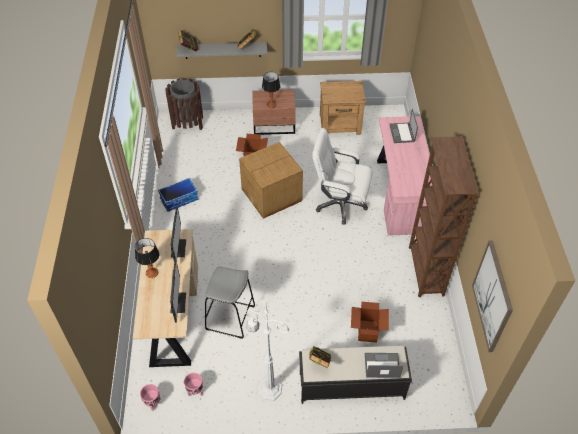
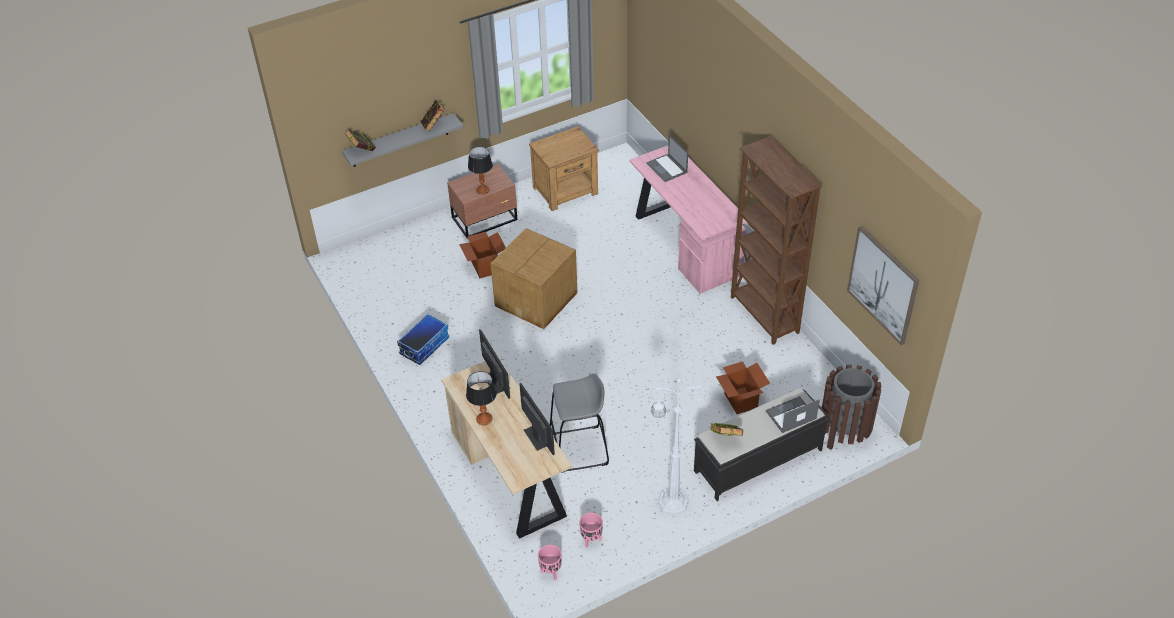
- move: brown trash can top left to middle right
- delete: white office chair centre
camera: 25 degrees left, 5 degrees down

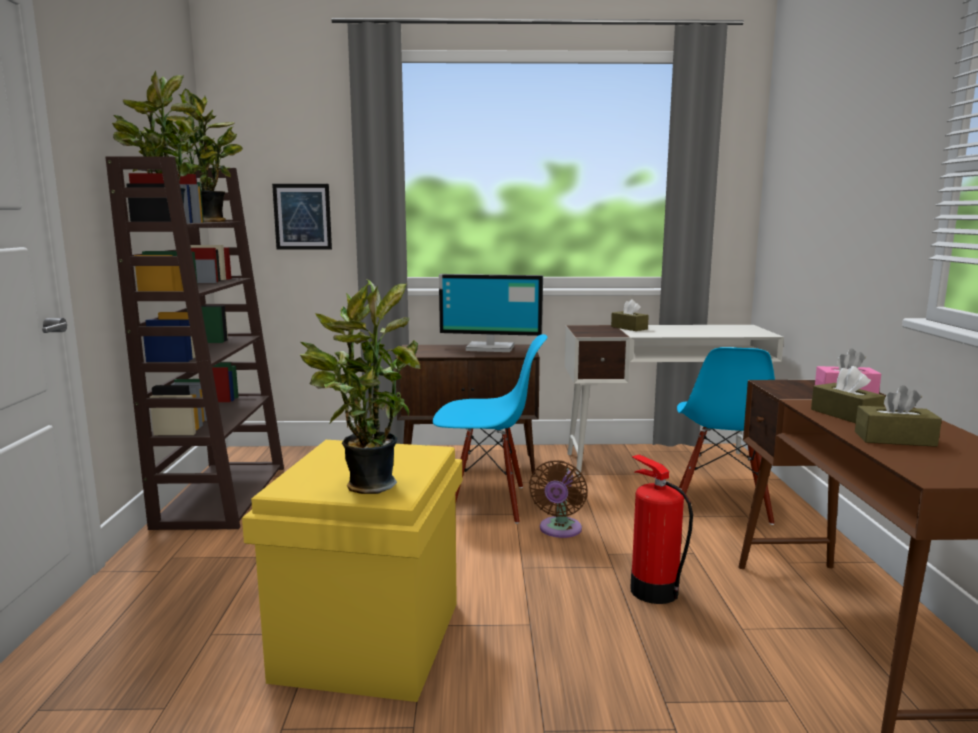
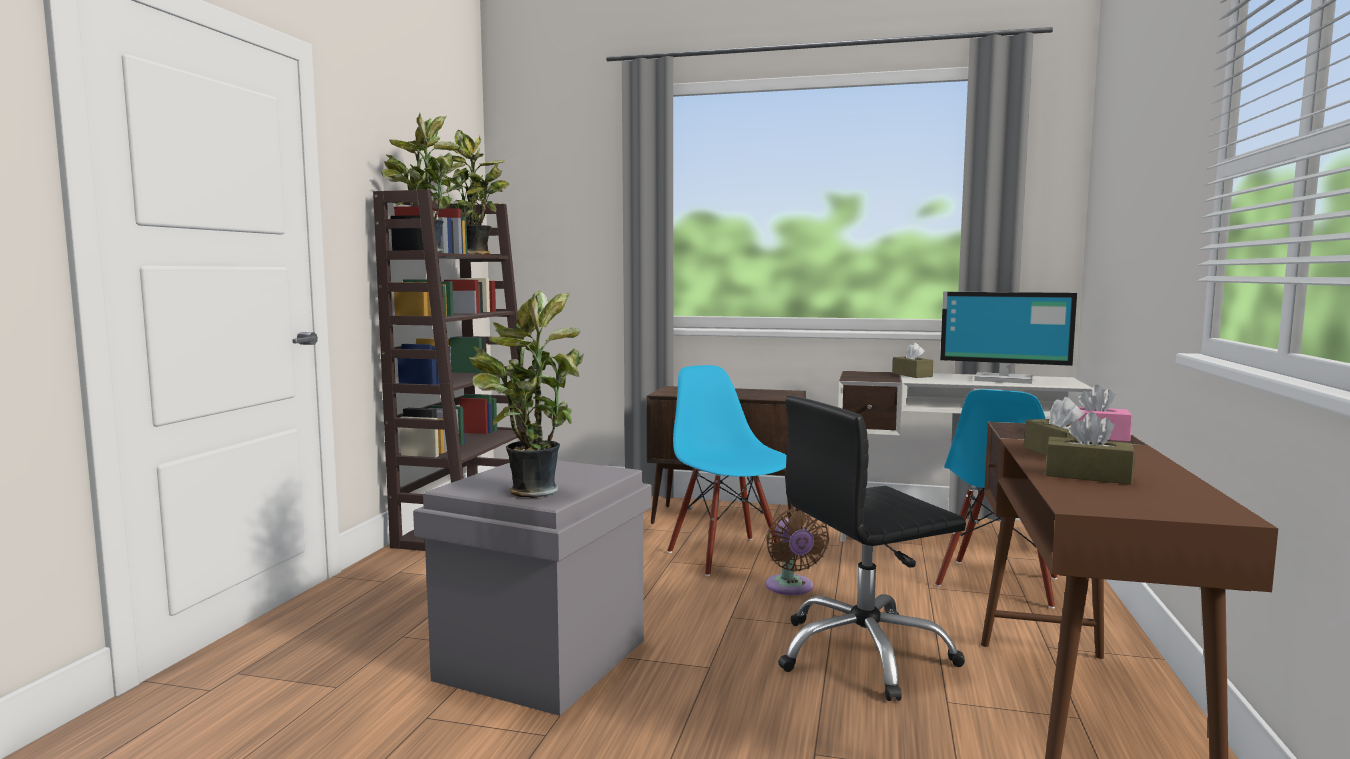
- recolor: yellow storage box bottom centre to grey storage box bottom centre
- delete: picture top left
- rotate: blue chair (1st from left) centre = centre 135 degrees counterclockwise
- move: monitor centre to middle right
- rotate: brown fan bottom centre = bottom centre 45 degrees counterclockwise
- replace: fire extinguisher bottom right to black office chair bottom centre
camera: 15 degrees right, 5 degrees down

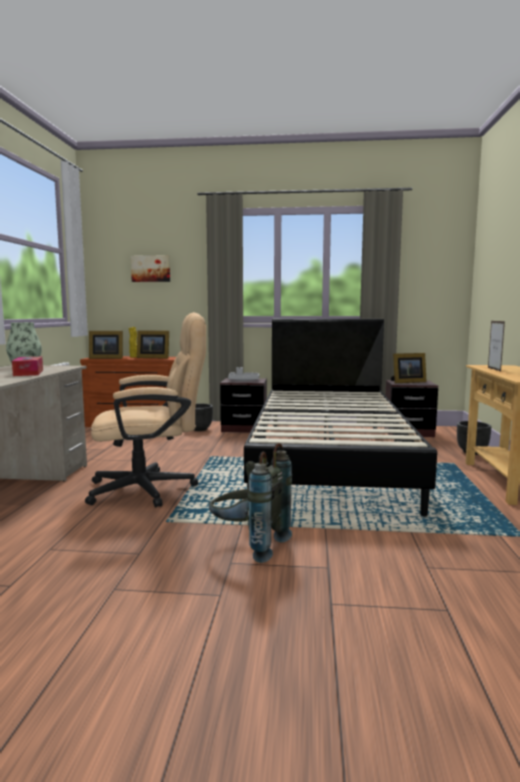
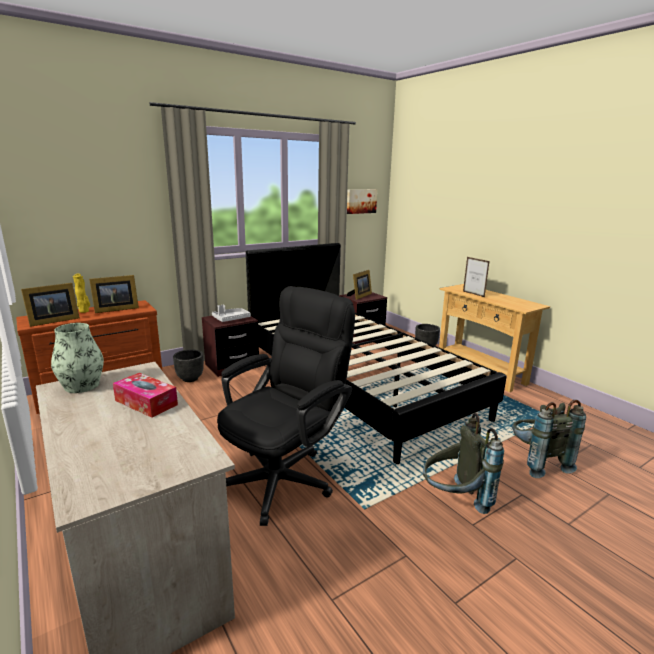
- recolor: beige office chair middle left to black office chair centre
- move: picture middle left to top centre
- insert: grey backpack (2nd from left) bottom right
camera: 40 degrees left, 10 degrees up

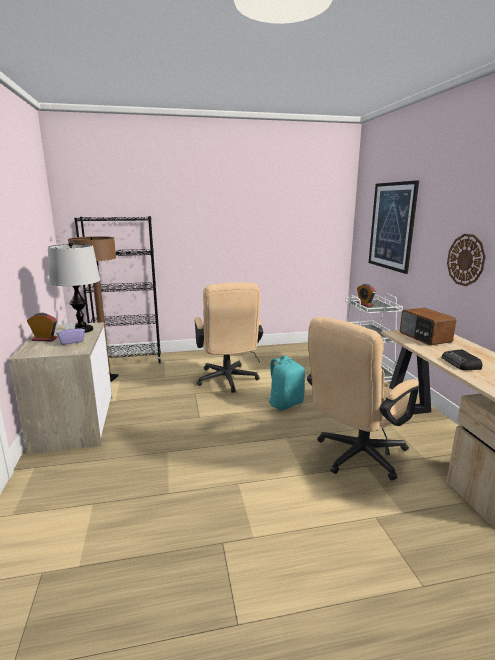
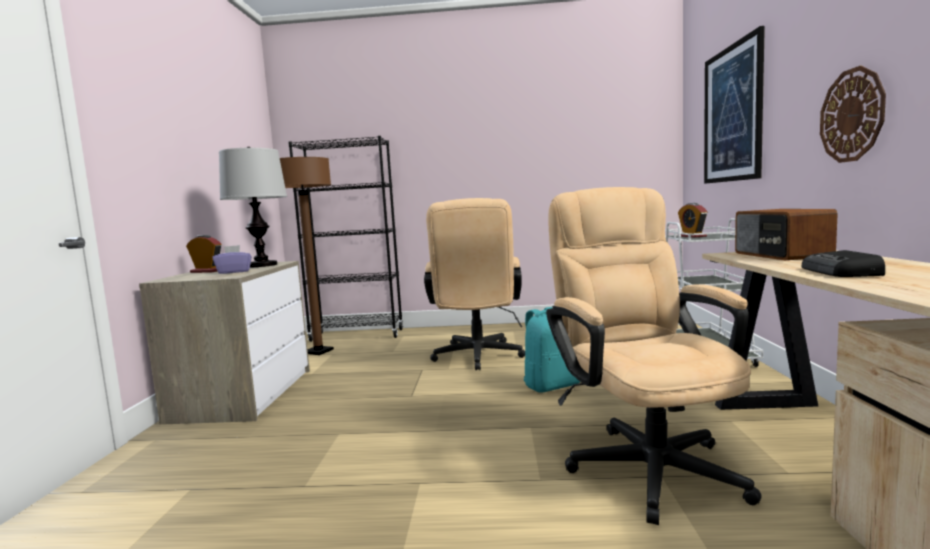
- rotate: beige office chair (2nd from left) middle right = middle right 105 degrees clockwise
camera: 15 degrees right, 10 degrees down

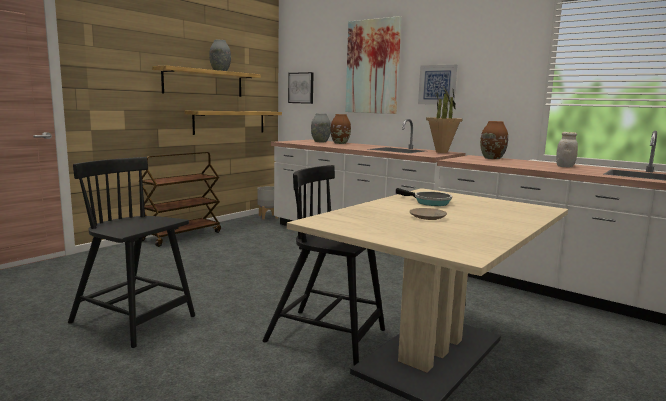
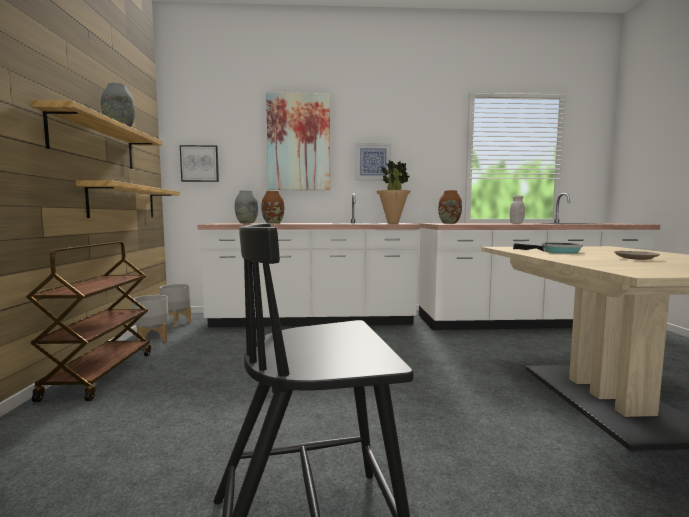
- delete: black chair (2nd from left) centre
- insert: grey planter (1st from left) middle left
camera: 40 degrees left, 5 degrees down

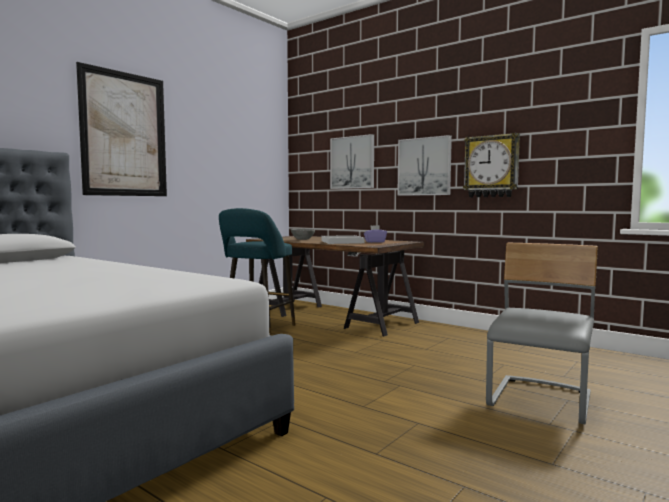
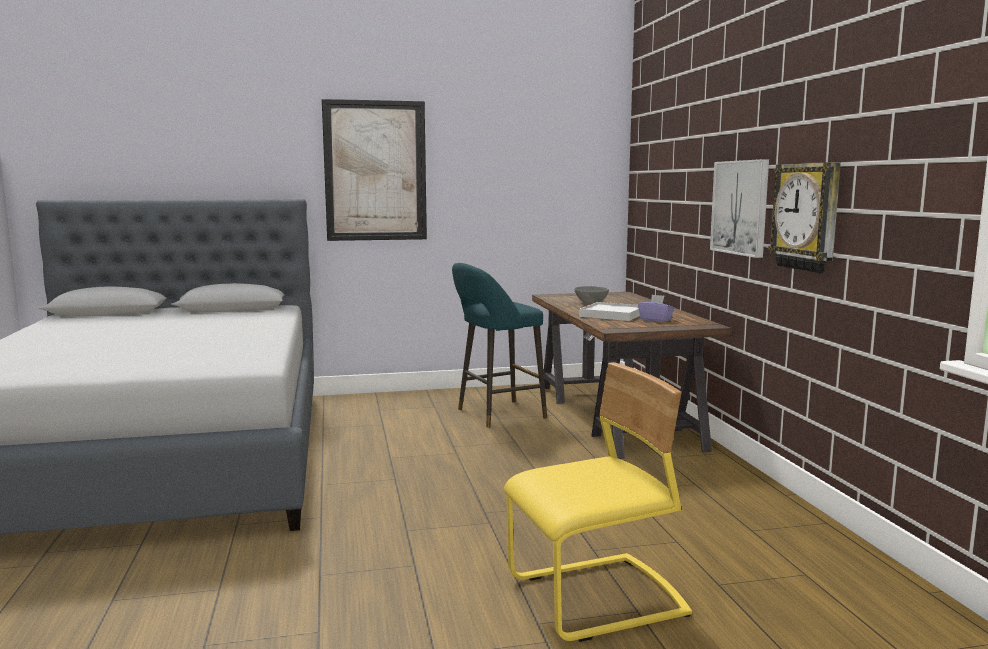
- delete: picture (2nd from left) top centre
- recolor: grey chair middle right to yellow chair bottom centre
camera: 40 degrees right, 5 degrees up

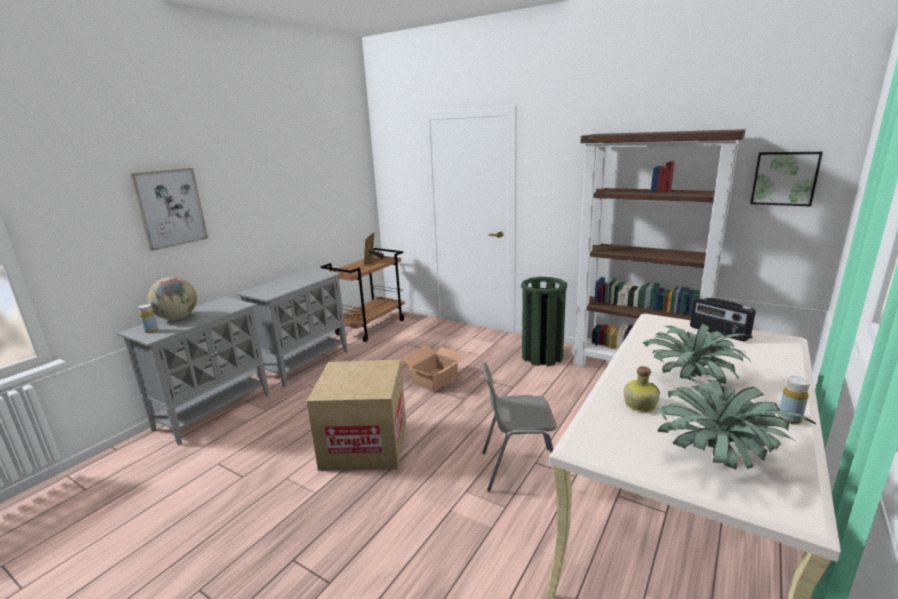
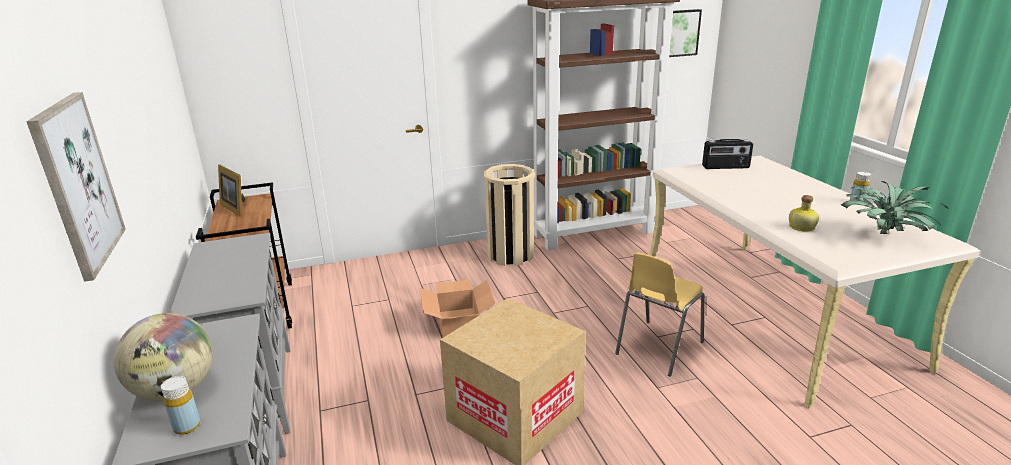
- recolor: grey chair bottom centre to yellow chair bottom centre
- recolor: green trash can centre to beige trash can centre
- delete: potted plant (1st from left) middle right
camera: 50 degrees left, 5 degrees up

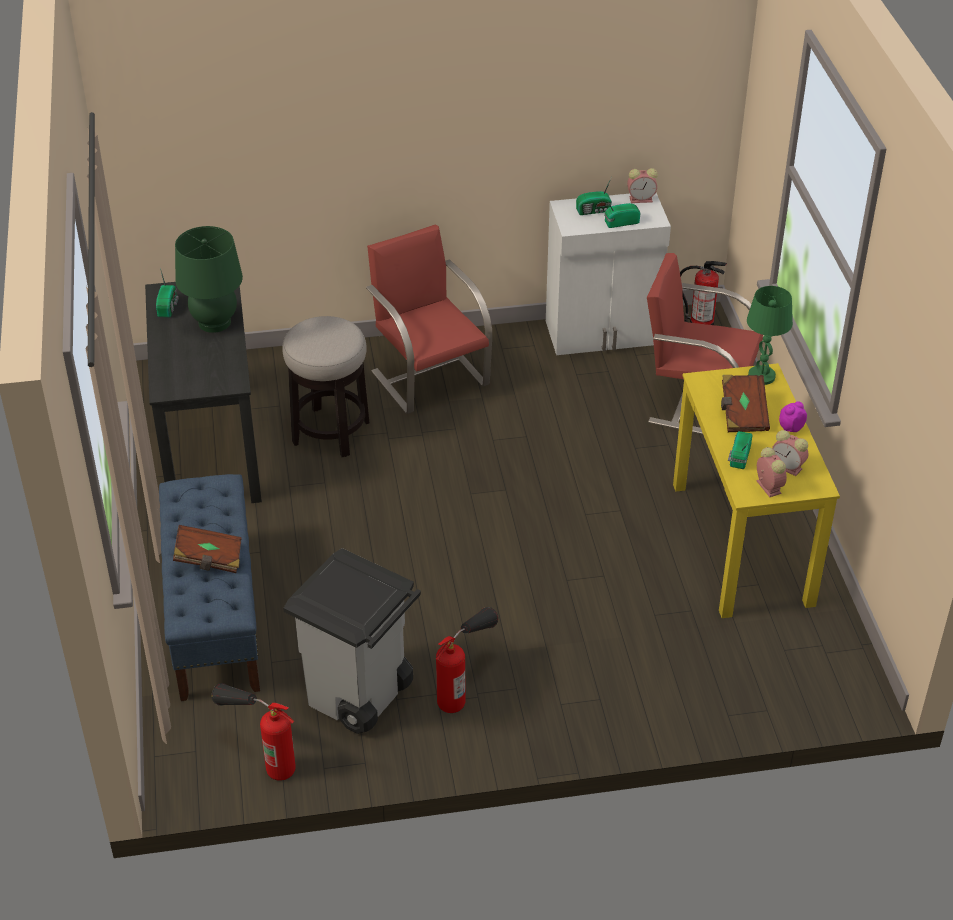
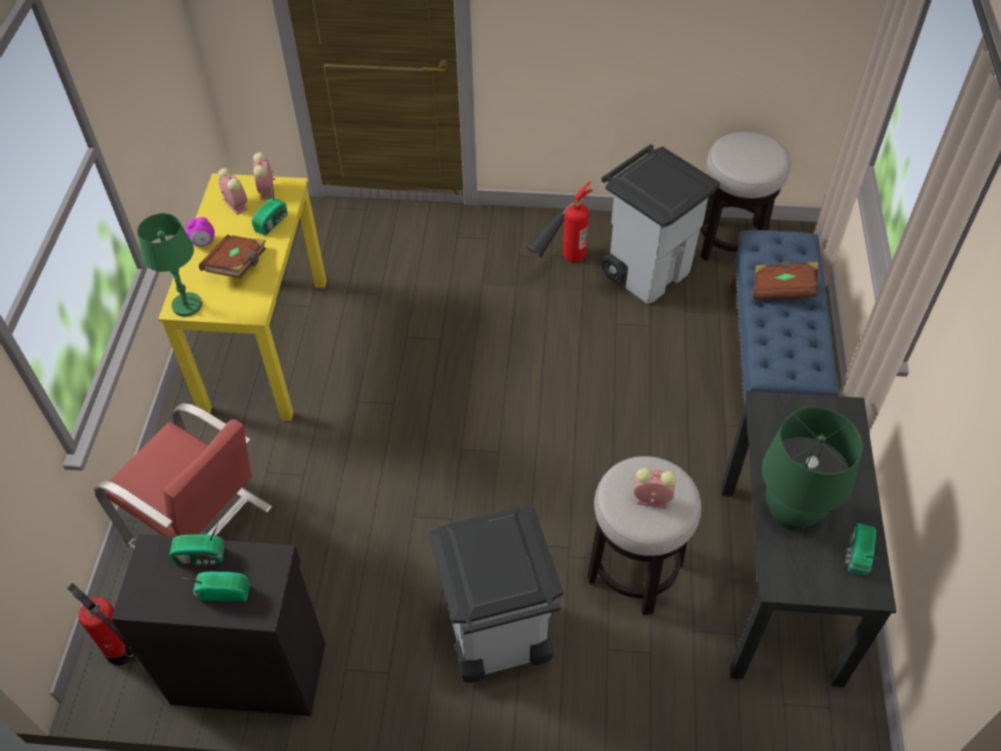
- replace: fire extinguisher (1st from left) bottom left to stool (2nd from left) top right
- replace: red chair (1st from left) centre to grey trash can (1st from left) bottom centre
- recolor: white cabinet top centre to black cabinet bottom left
- move: alarm clock (1st from left in the first image) top right to alarm clock (4th from left) centre
camera: 165 degrees left, 10 degrees up

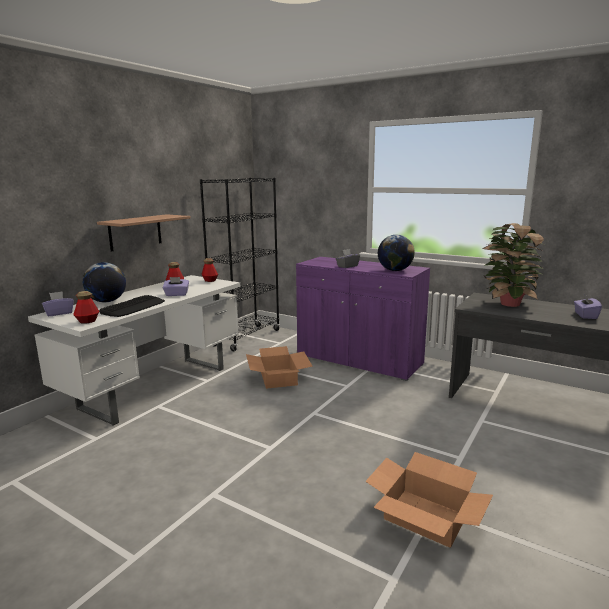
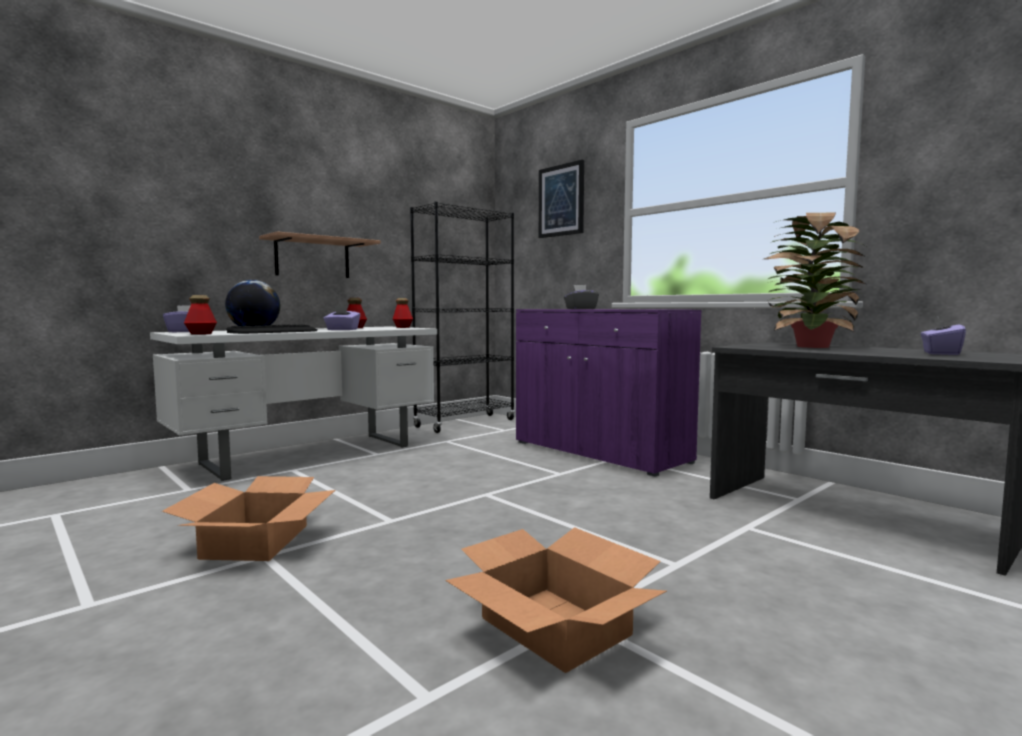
- move: cardboard box (1st from left) centre to bottom left
- delete: globe (2nd from left) centre
- insert: picture top centre
camera: 15 degrees right, 10 degrees down

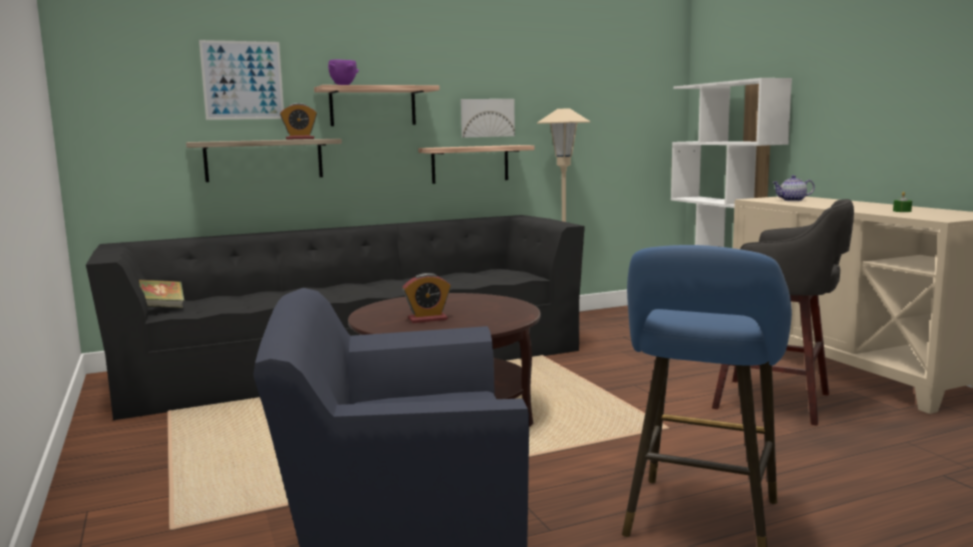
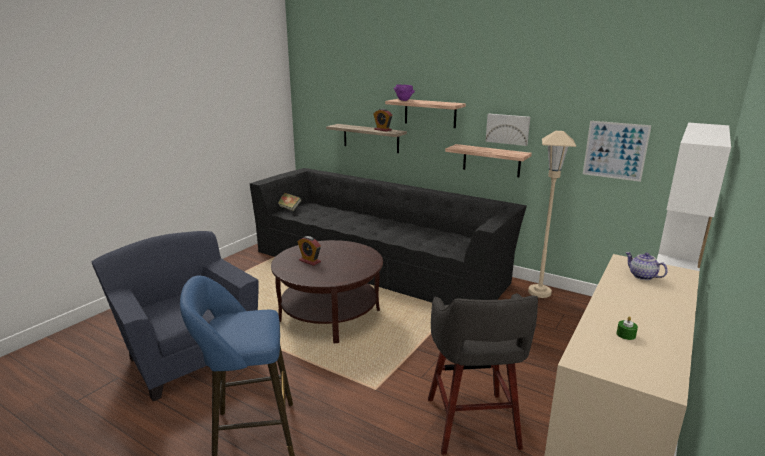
- move: picture (1st from left in the first image) top left to picture (2nd from left) top right
camera: 55 degrees right, 10 degrees up

